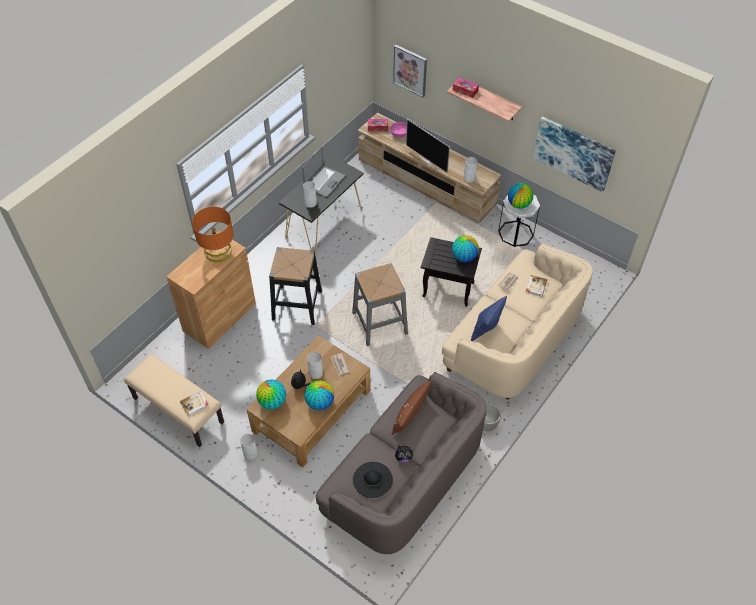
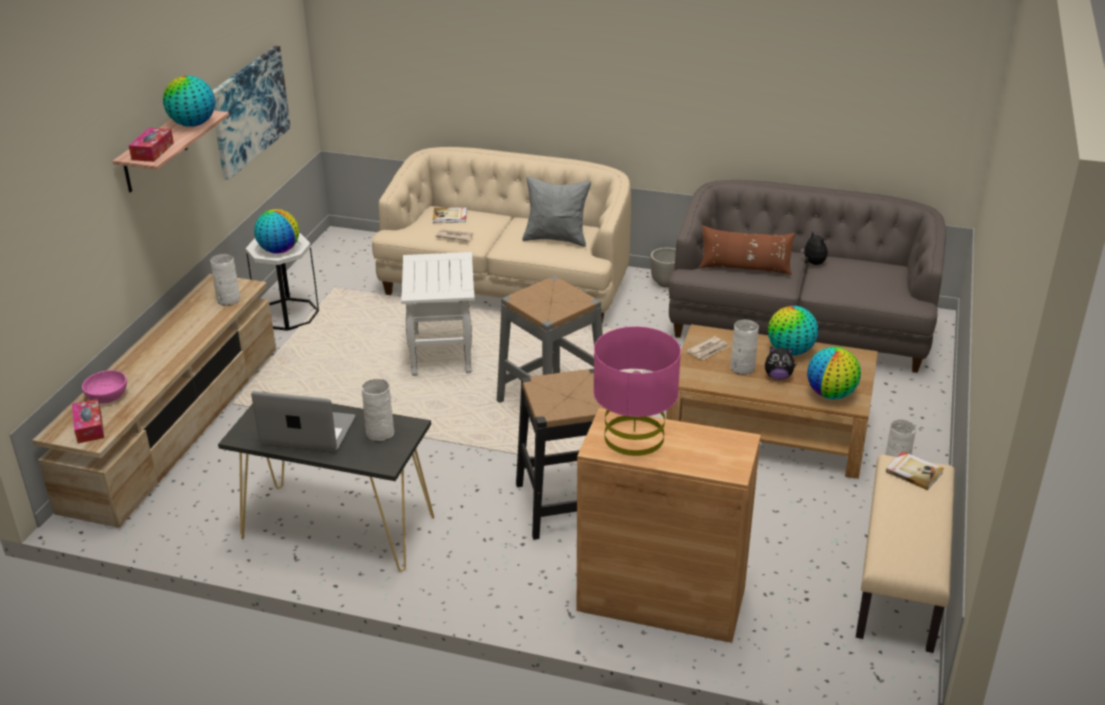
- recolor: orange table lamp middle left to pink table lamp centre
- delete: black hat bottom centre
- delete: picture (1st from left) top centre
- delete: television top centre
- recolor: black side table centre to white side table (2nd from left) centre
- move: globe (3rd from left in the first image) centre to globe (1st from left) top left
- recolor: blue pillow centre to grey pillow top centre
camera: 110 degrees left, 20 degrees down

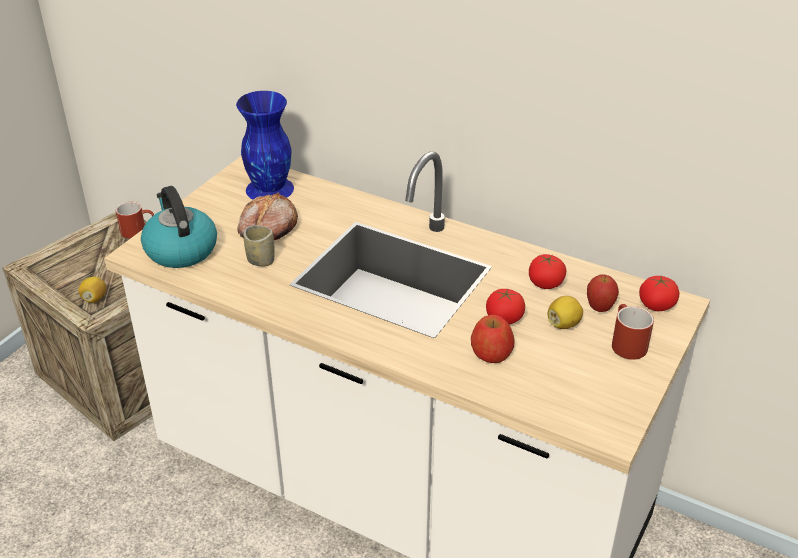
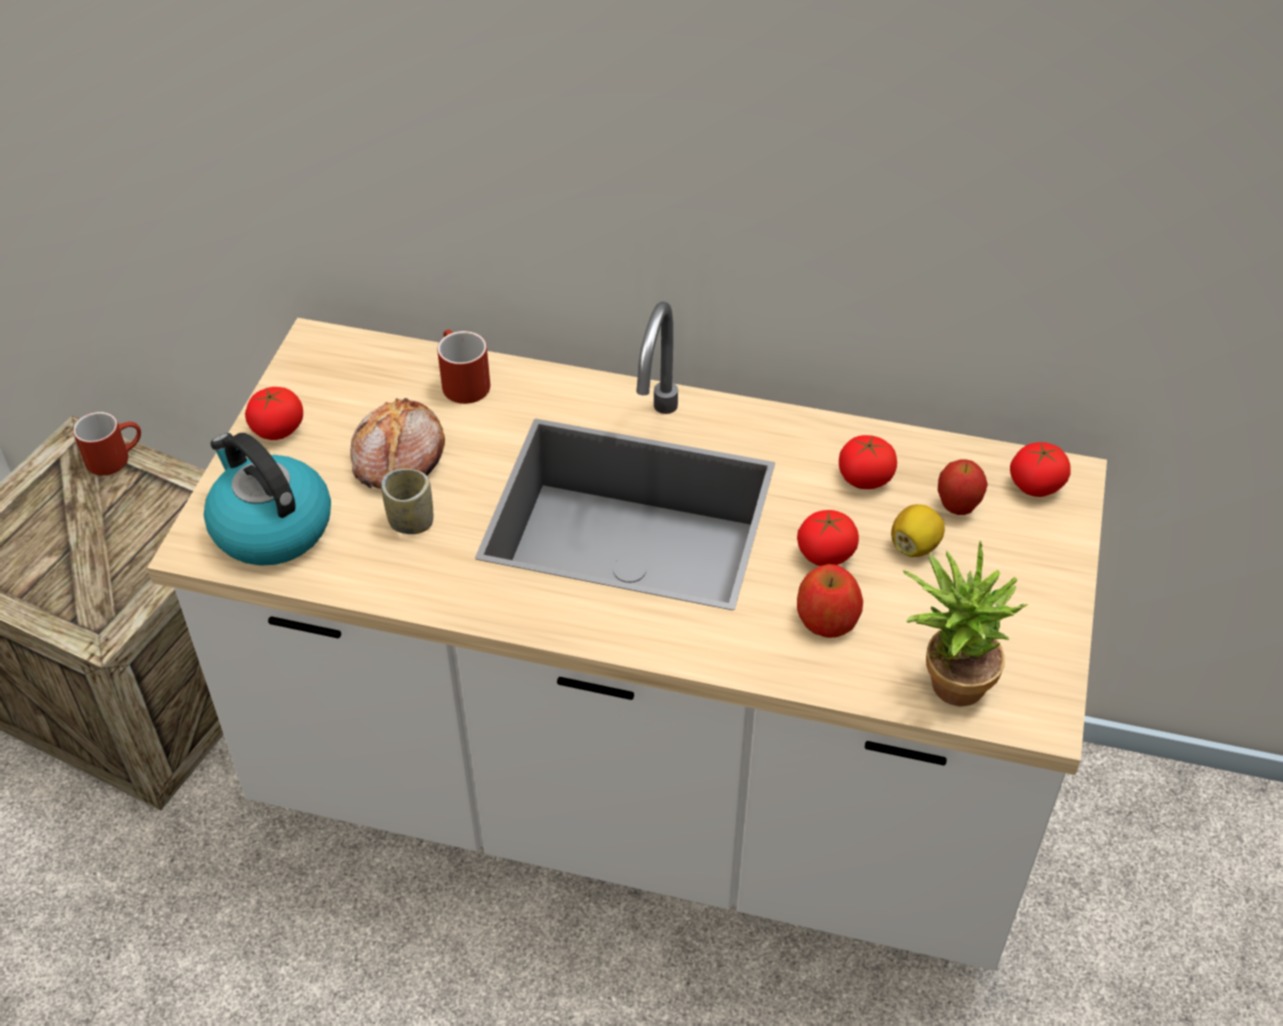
- delete: lemon (1st from left) middle left
- delete: blue vase top left
- move: red mug (2nd from left) middle right to centre
- insert: tomato (1st from left) middle left
- insert: potted plant middle right
camera: 15 degrees left, 10 degrees up

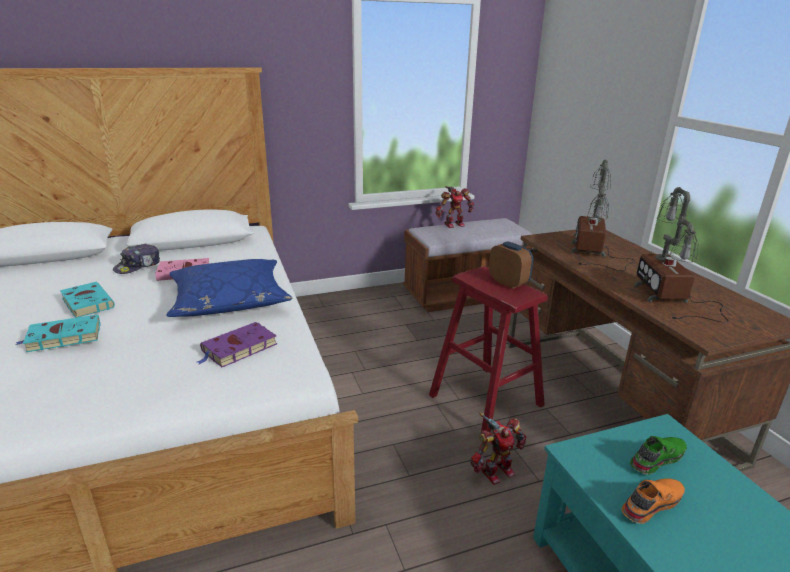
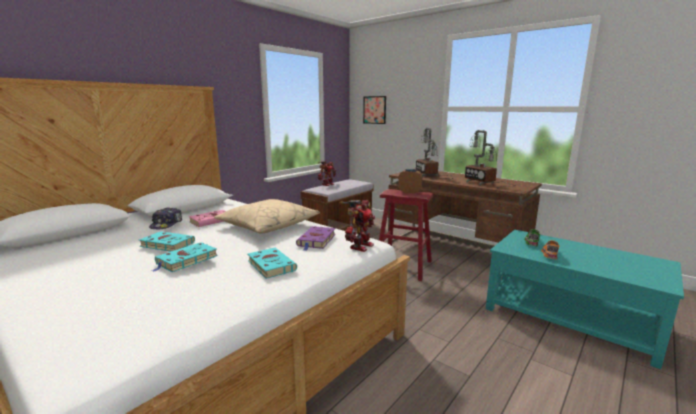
- recolor: blue pillow middle left to beige pillow centre
- move: toy robot (2nd from left) bottom centre to centre
- insert: turquoise book (3rd from left) centre
- insert: picture top centre
camera: 30 degrees left, 10 degrees down

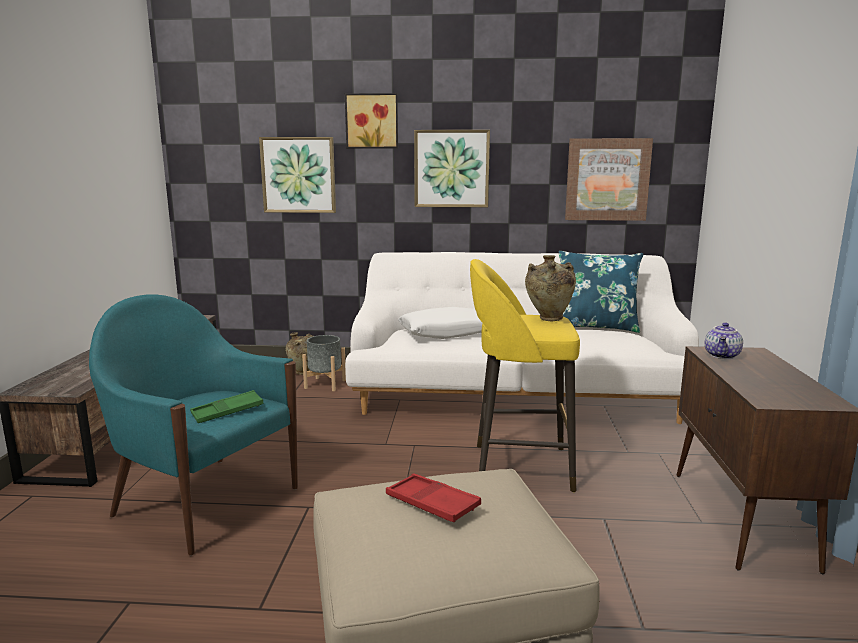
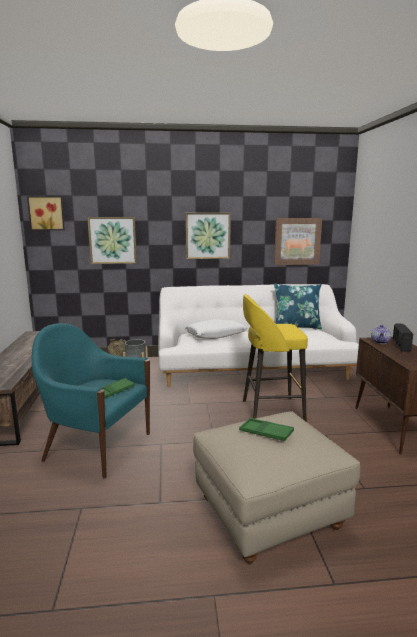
- move: picture (2nd from left in the first image) top centre to picture (1st from left) middle left
- recolor: red tray bottom centre to green tray (2nd from left) bottom centre
- delete: beige vase (2nd from left) centre
- insert: radio middle right
camera: 10 degrees left, 0 degrees up

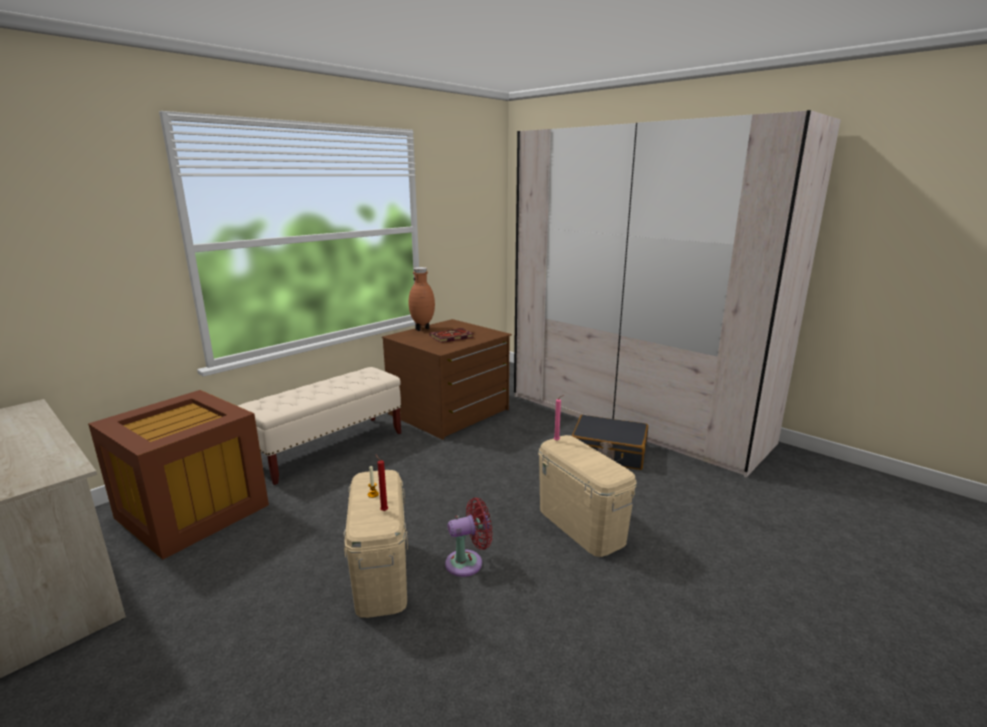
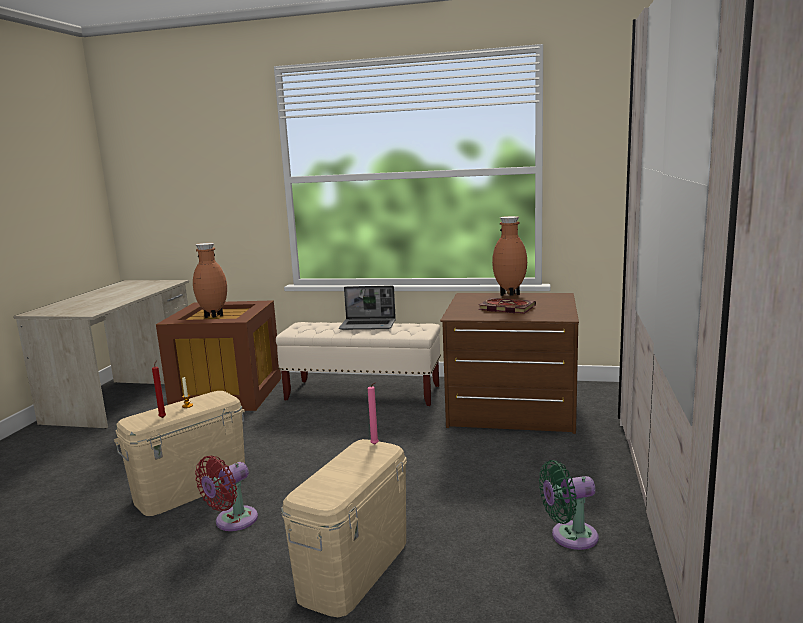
- rotate: red fan bottom centre = bottom left 90 degrees clockwise
- replace: black suitcase centre to green fan bottom right
- insert: brown vase (1st from left) middle left
- insert: laptop centre
camera: 60 degrees right, 5 degrees down

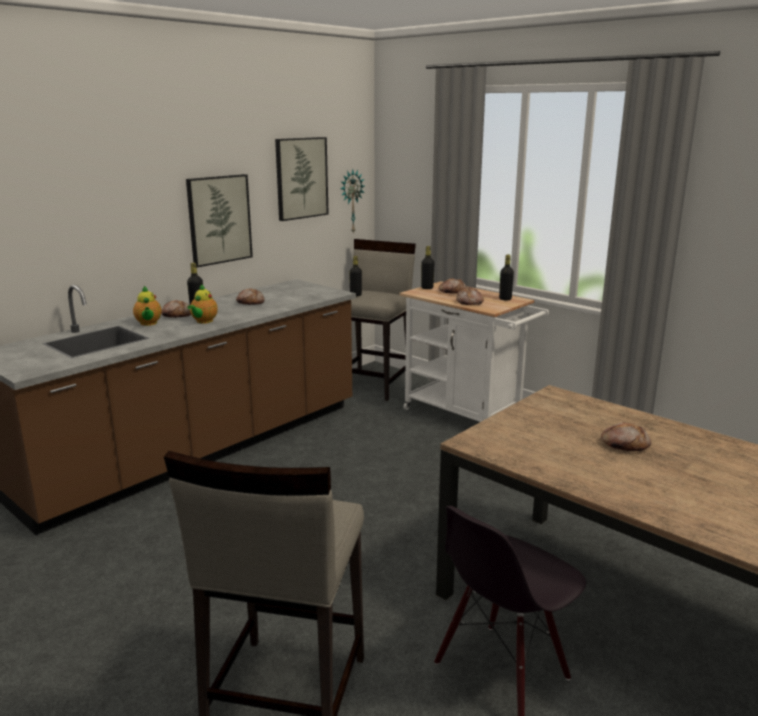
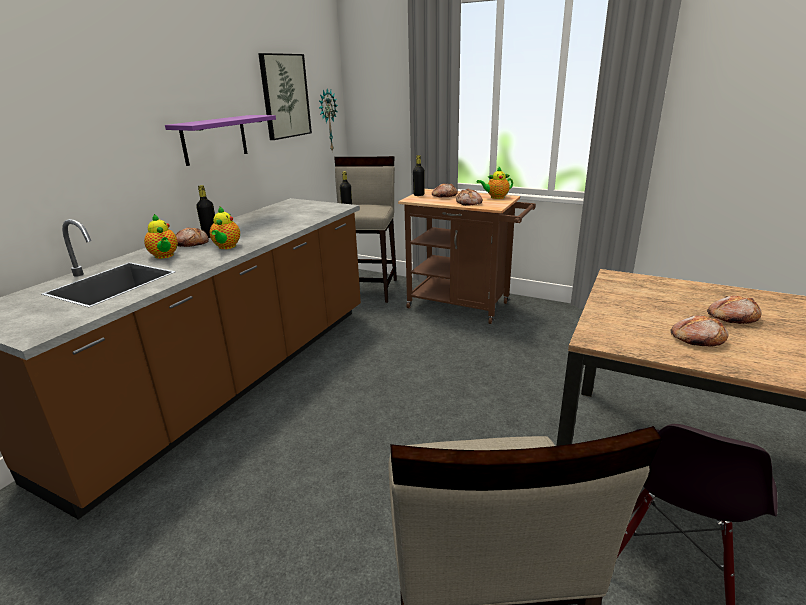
- replace: picture (1st from left) top left to purple shelf top left
- move: bread (2nd from left in the first image) middle left to bread (4th from left) middle right
- recolor: white cart centre to brown cart centre
- replace: black bottle (4th from left) middle right to teapot (3rd from left) top centre
camera: 15 degrees left, 5 degrees up

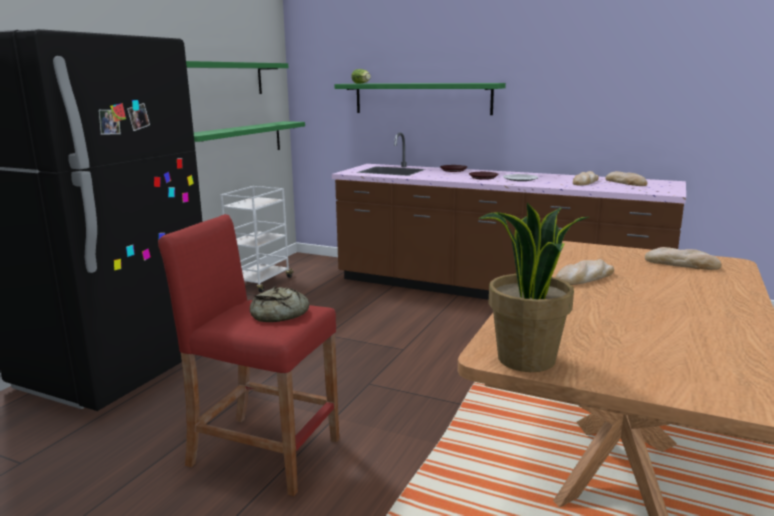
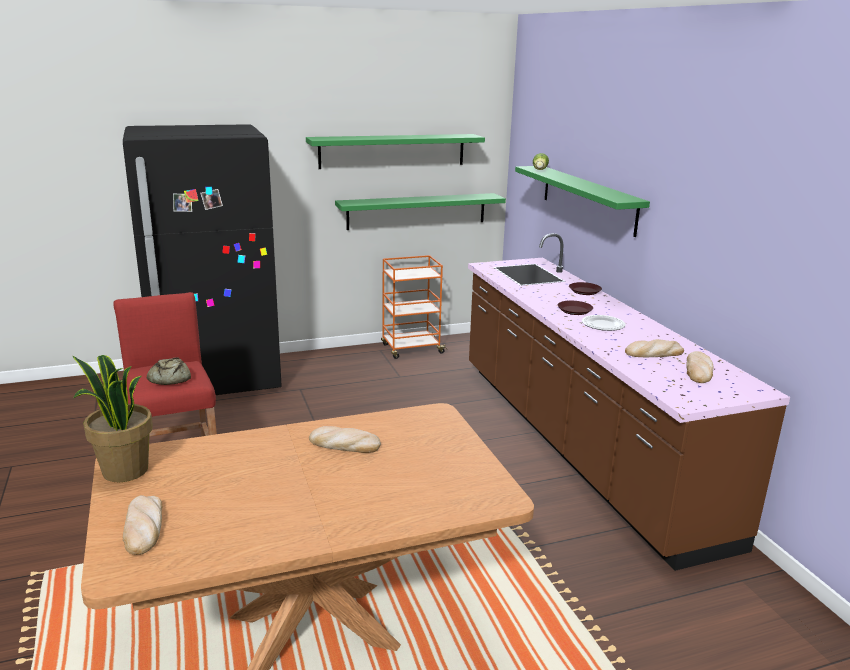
- recolor: white cart middle left to orange cart centre
- move: bread (5th from left in the first image) middle right to bread (1st from left) bottom left
camera: 45 degrees right, 5 degrees up

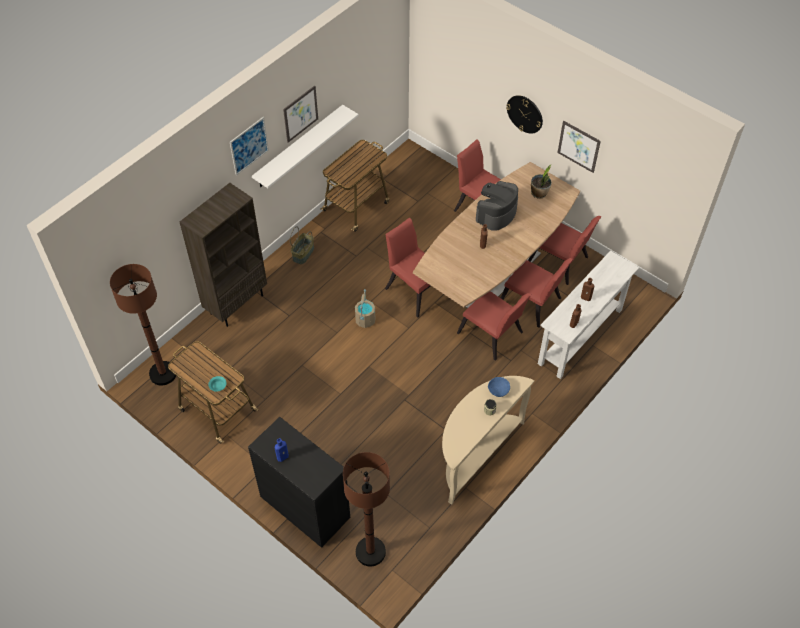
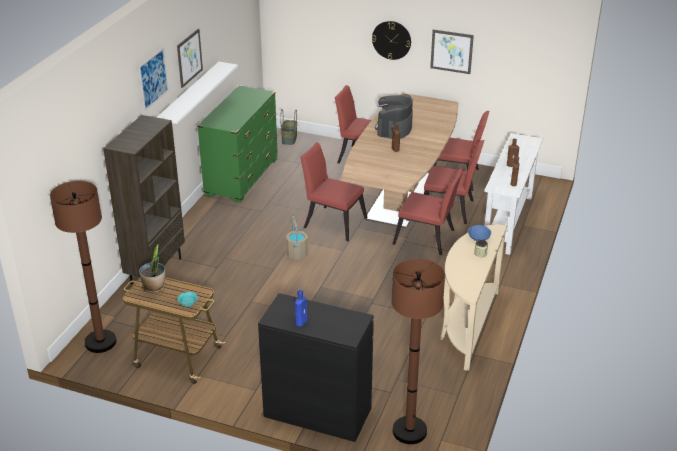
- move: basket centre to top centre
- replace: cart (2nd from left) top centre to green dresser top centre
- move: potted plant top right to middle left
camera: 20 degrees left, 20 degrees down

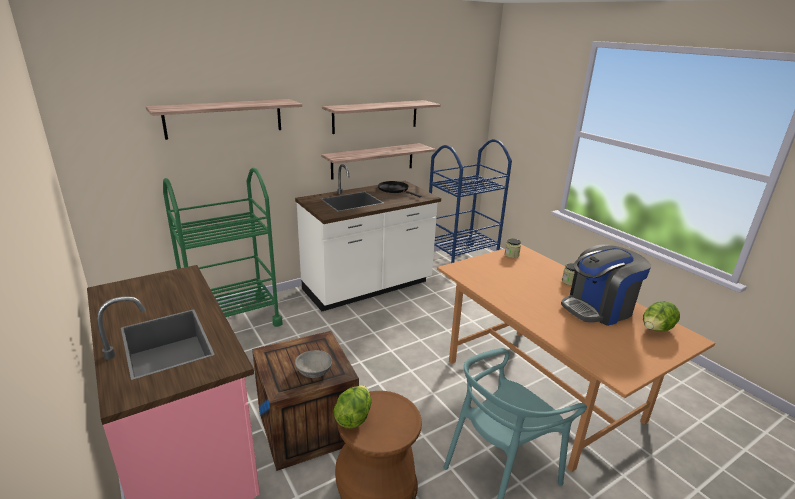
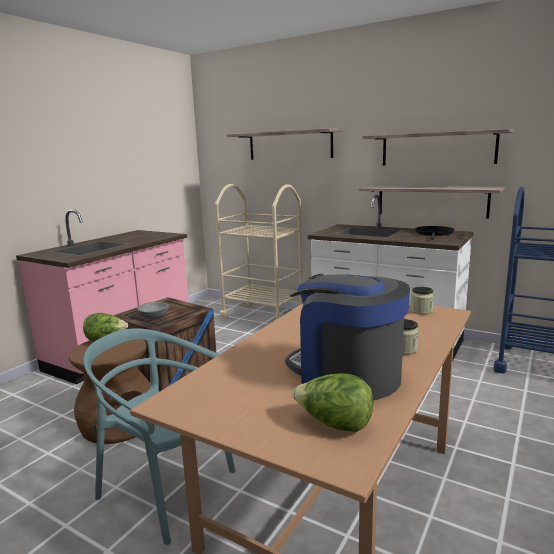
- recolor: green cart middle left to beige cart centre
camera: 65 degrees right, 10 degrees down

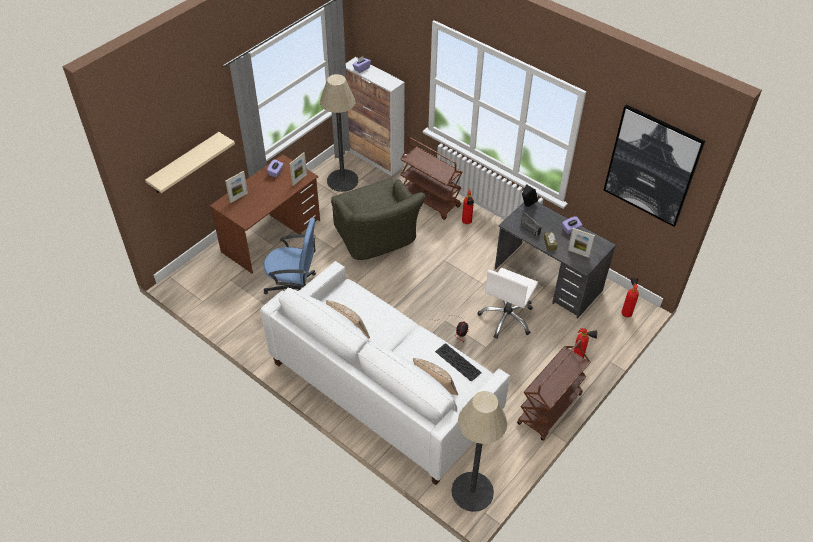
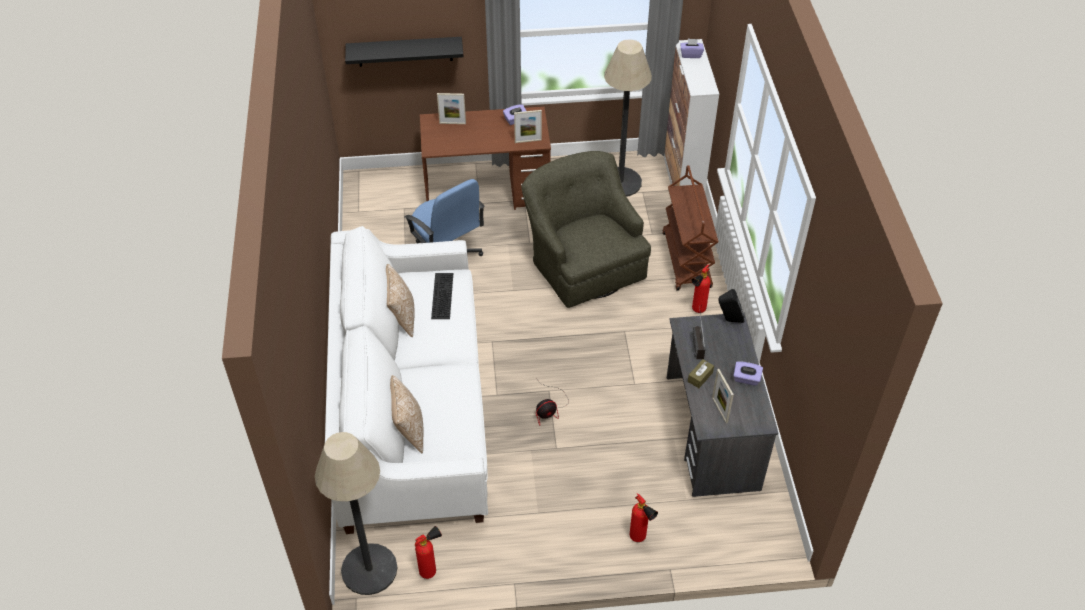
- recolor: beige shelf top left to black shelf top centre
- rotate: green armchair centre = centre 135 degrees clockwise
- move: keyboard bottom centre to centre
- delete: white office chair centre
- delete: brown cart (2nd from left) bottom right
- delete: picture top right
- move: fire extinguisher (3rd from left in the first image) middle right to fire extinguisher (1st from left) bottom centre
camera: 45 degrees right, 0 degrees up

